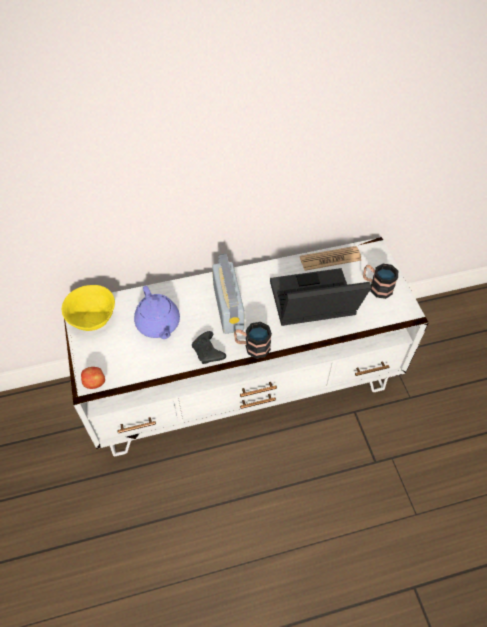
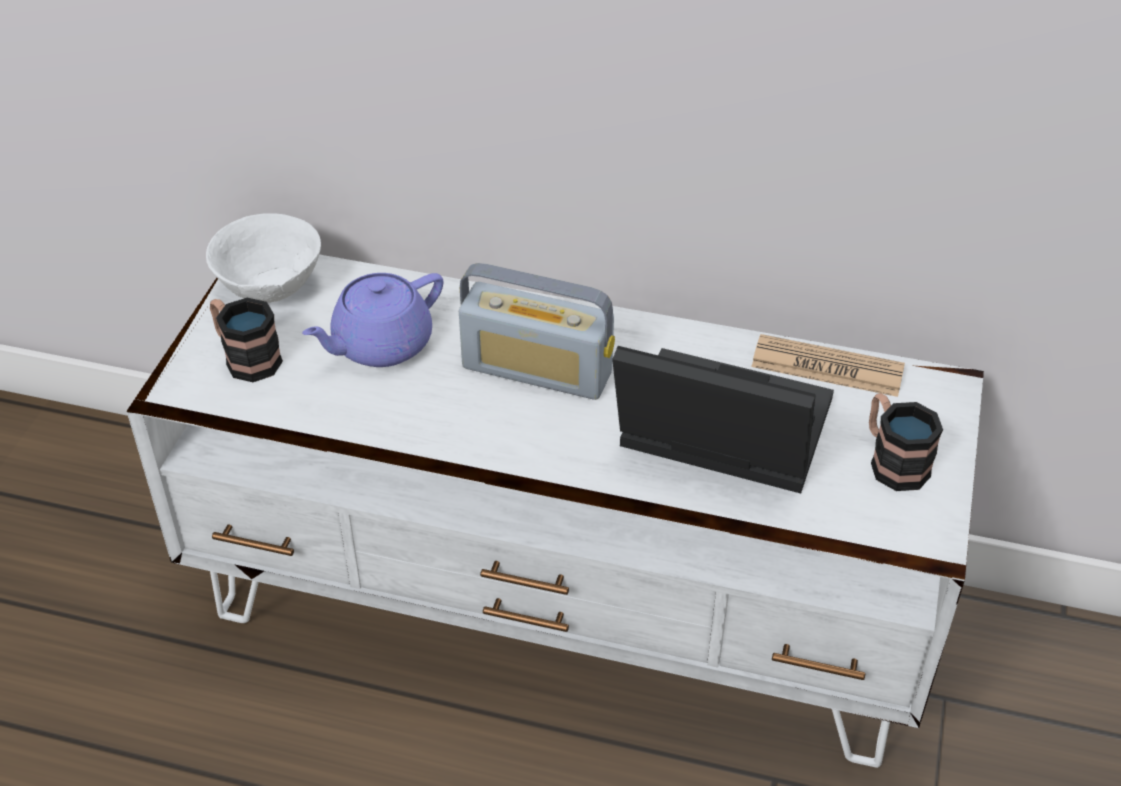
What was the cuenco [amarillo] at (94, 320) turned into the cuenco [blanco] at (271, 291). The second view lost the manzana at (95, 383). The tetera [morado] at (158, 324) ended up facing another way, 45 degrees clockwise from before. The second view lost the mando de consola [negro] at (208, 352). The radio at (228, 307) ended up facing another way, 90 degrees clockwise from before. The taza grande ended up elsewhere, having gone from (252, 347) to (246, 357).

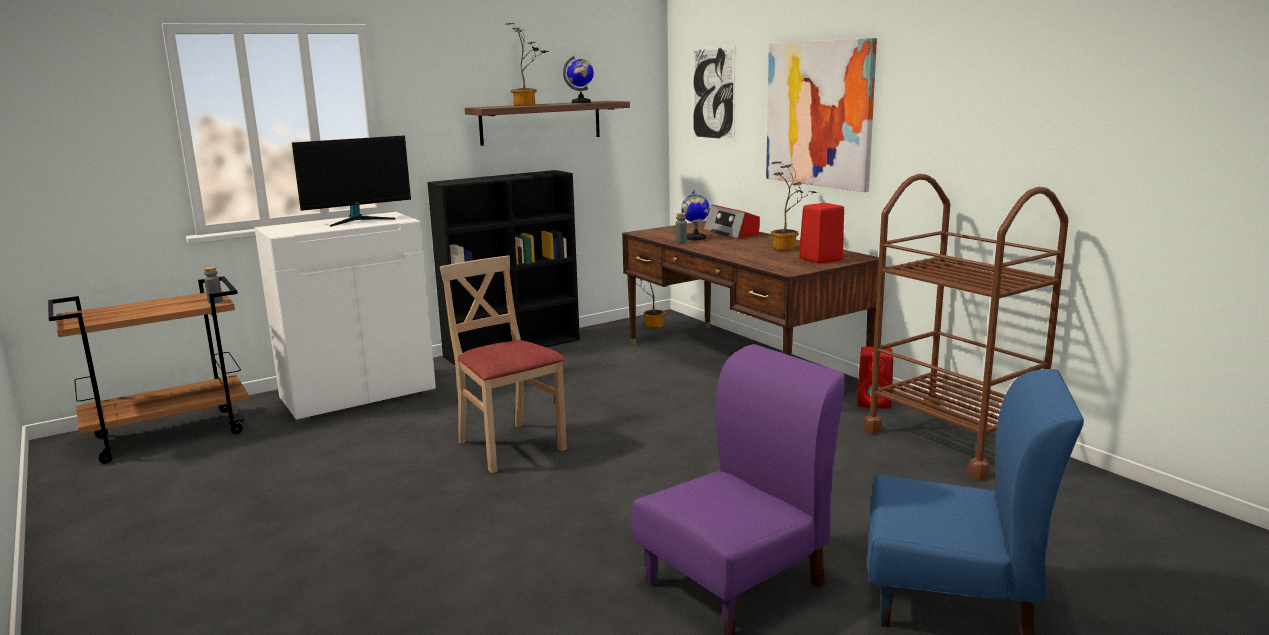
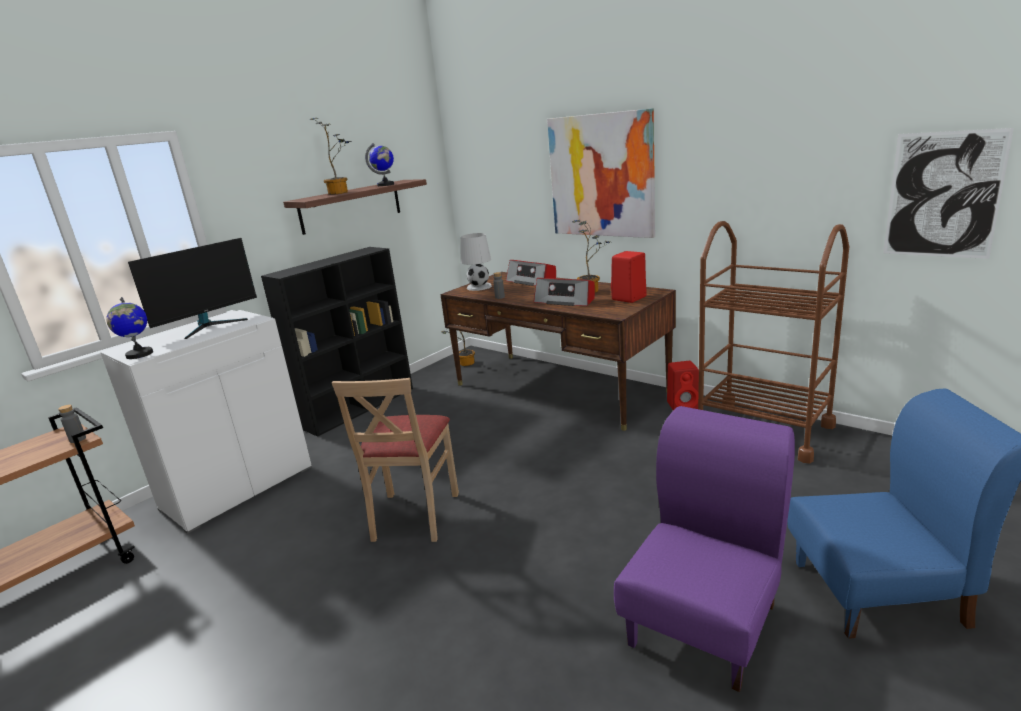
The silla [beis] at (509, 446) ended up facing another way, 120 degrees counterclockwise from before. The globo terráqueo ended up elsewhere, having gone from (695, 238) to (139, 354). The cuadro ended up elsewhere, having gone from (712, 93) to (943, 195). The second view gained the lámpara de mesa [blanco] at (479, 287). The second view gained the radio at (565, 300).

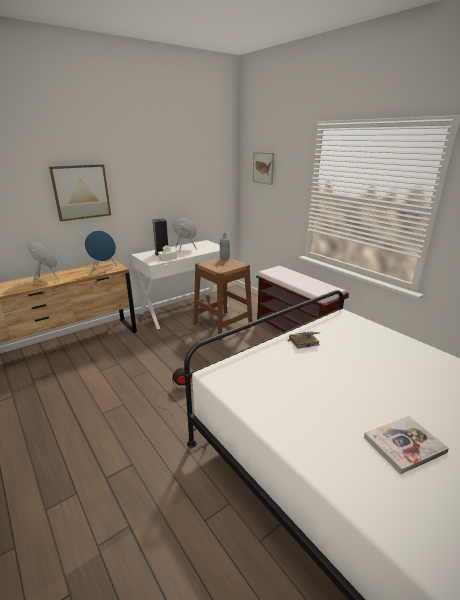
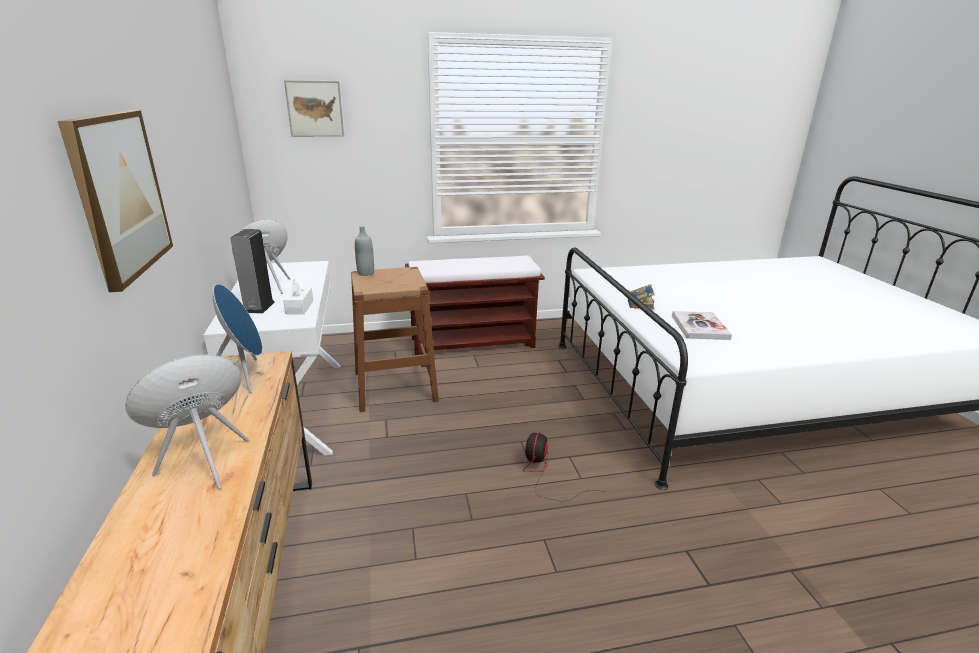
The libro ended up elsewhere, having gone from (404, 445) to (699, 327).

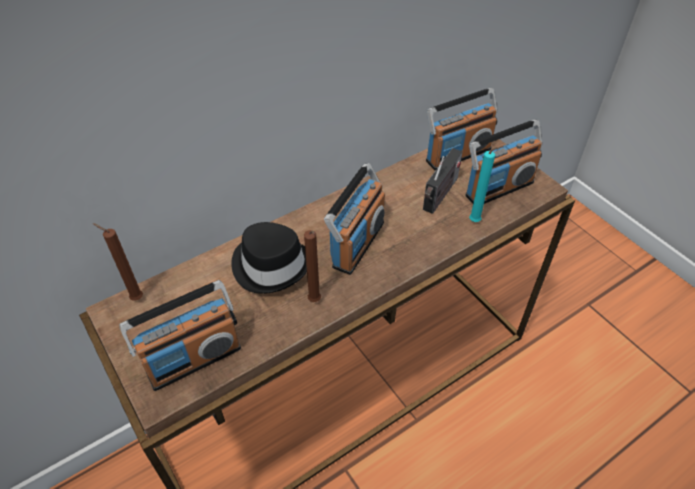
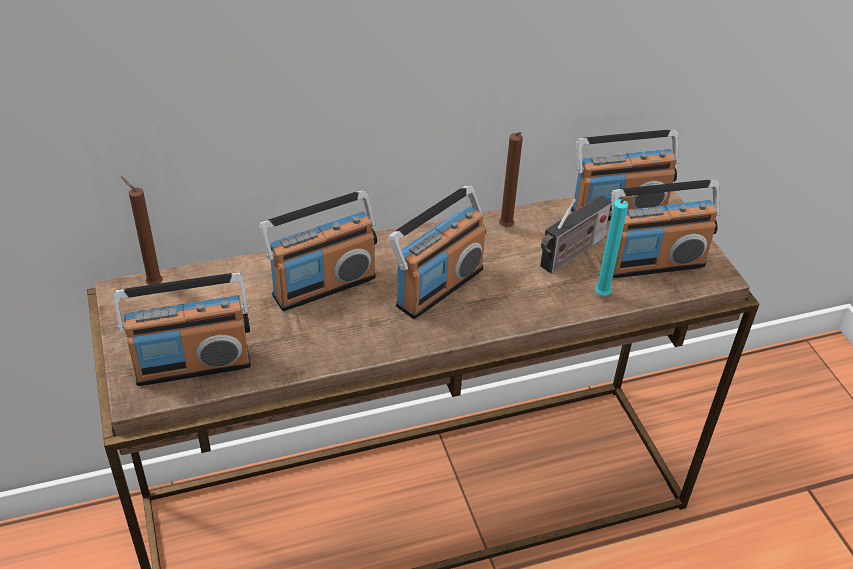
Where the sombrero [negro] stood at (271, 265), the radio came to stand at (323, 285). The vela [marrón] ended up elsewhere, having gone from (315, 302) to (506, 228).

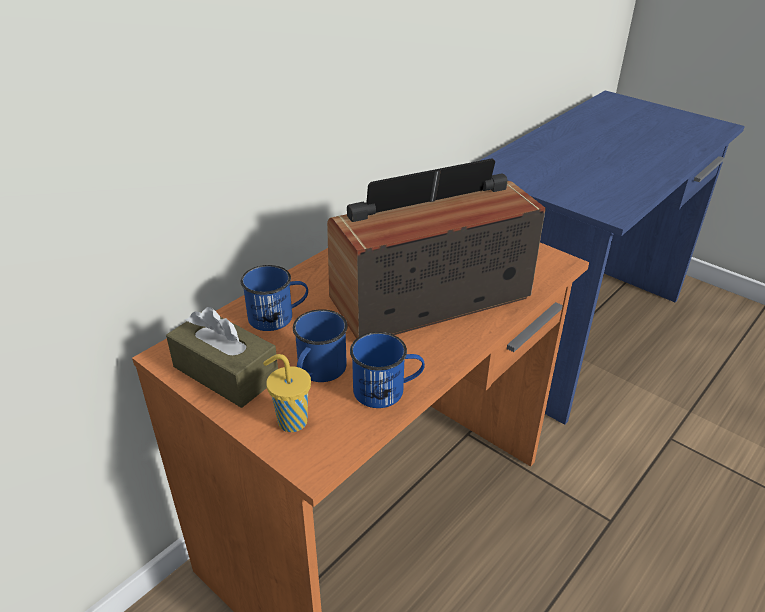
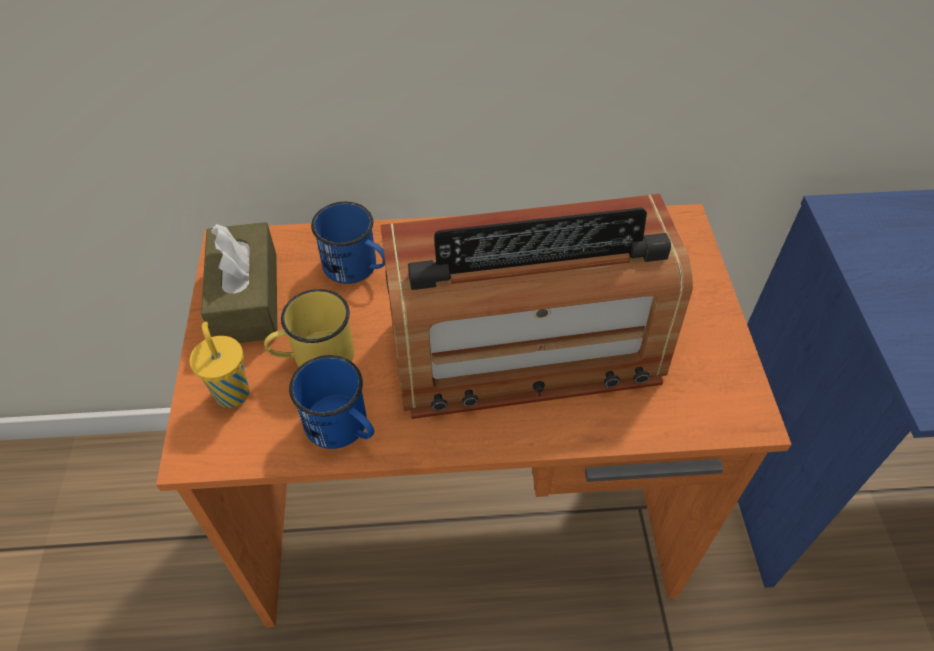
What was the taza grande [azul] at (318, 372) turned into the taza grande [amarillo] at (314, 357). The radio at (429, 297) ended up facing another way, 150 degrees clockwise from before.

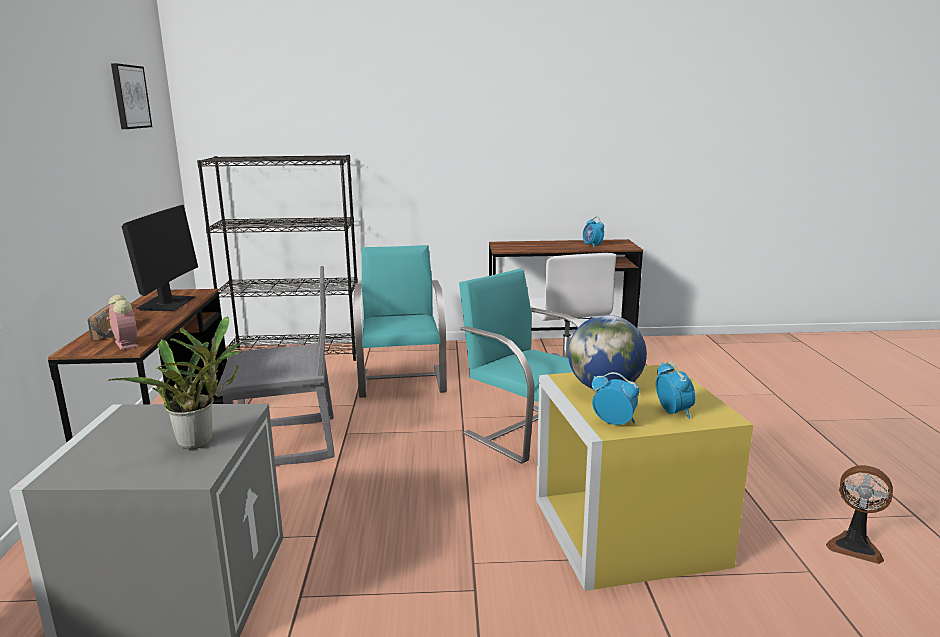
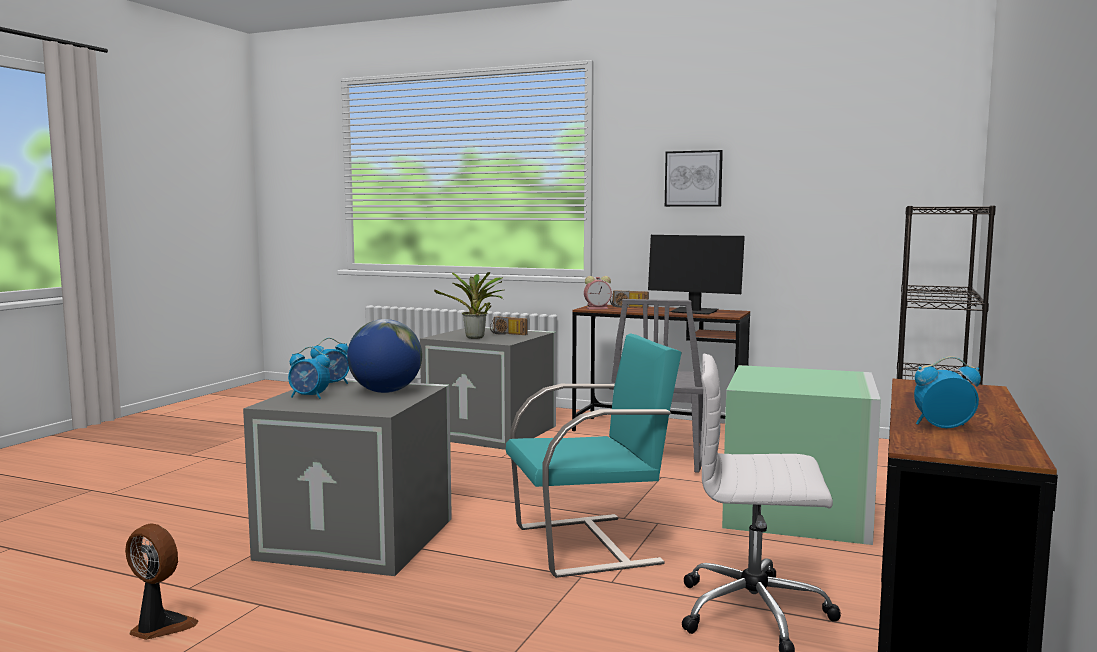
The cuadro ended up elsewhere, having gone from (130, 97) to (693, 178). Where the silla [turquesa] stood at (402, 381), the caja de almacenaje [verde] came to stand at (799, 513). What was the caja de almacenaje [amarillo] at (624, 530) turned into the caja de almacenaje [gris] at (360, 537). The ventilador at (855, 546) ended up facing another way, 60 degrees clockwise from before. The second view gained the radio at (507, 334).

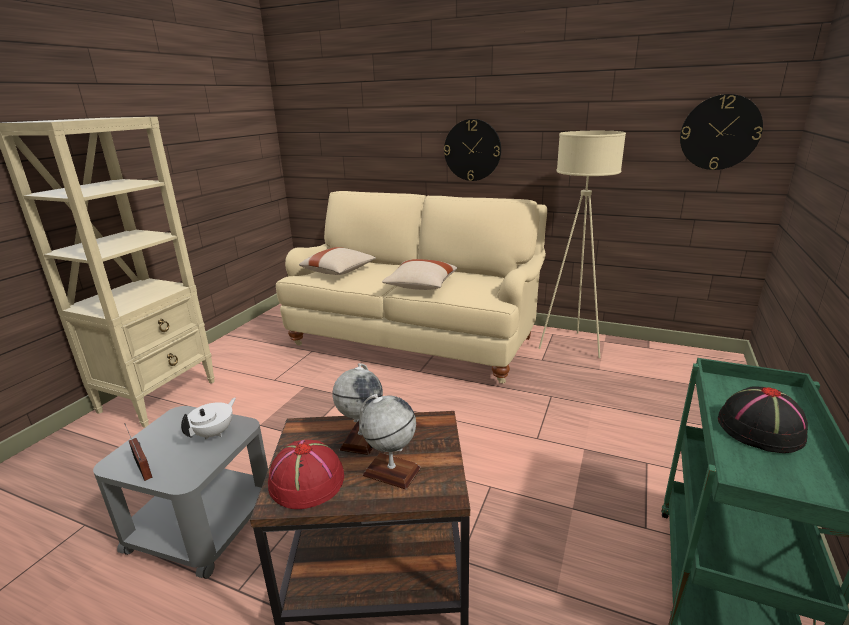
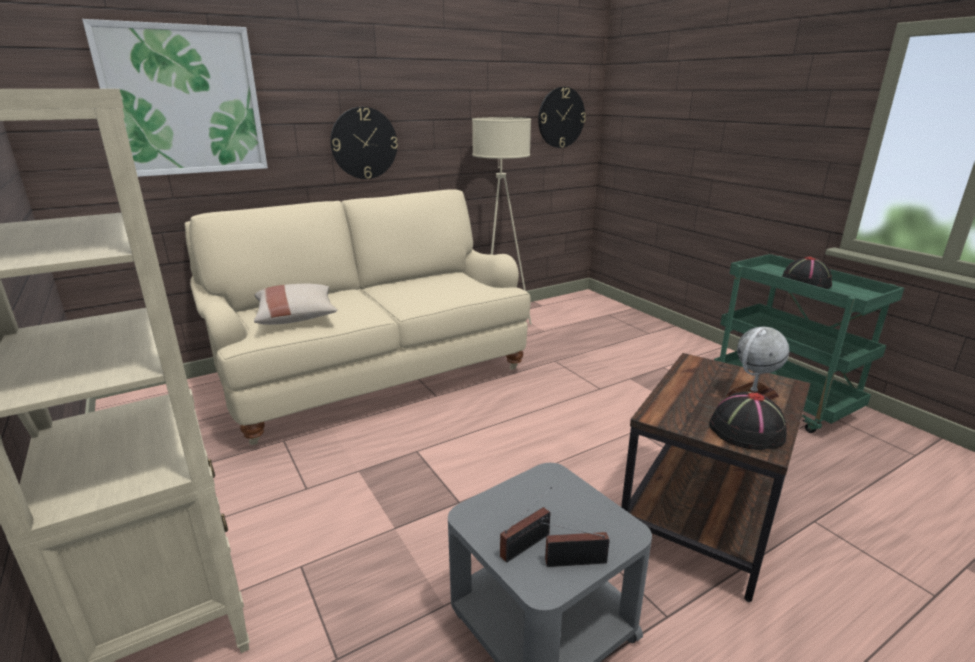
The second view lost the tetera [blanco] at (214, 433). What was the sombrero [rojo] at (306, 481) turned into the sombrero [negro] at (746, 431). The second view lost the globo terráqueo at (362, 438). The second view lost the cojín [beis] at (420, 286). The second view gained the cuadro at (184, 101). The second view gained the radio at (528, 544).

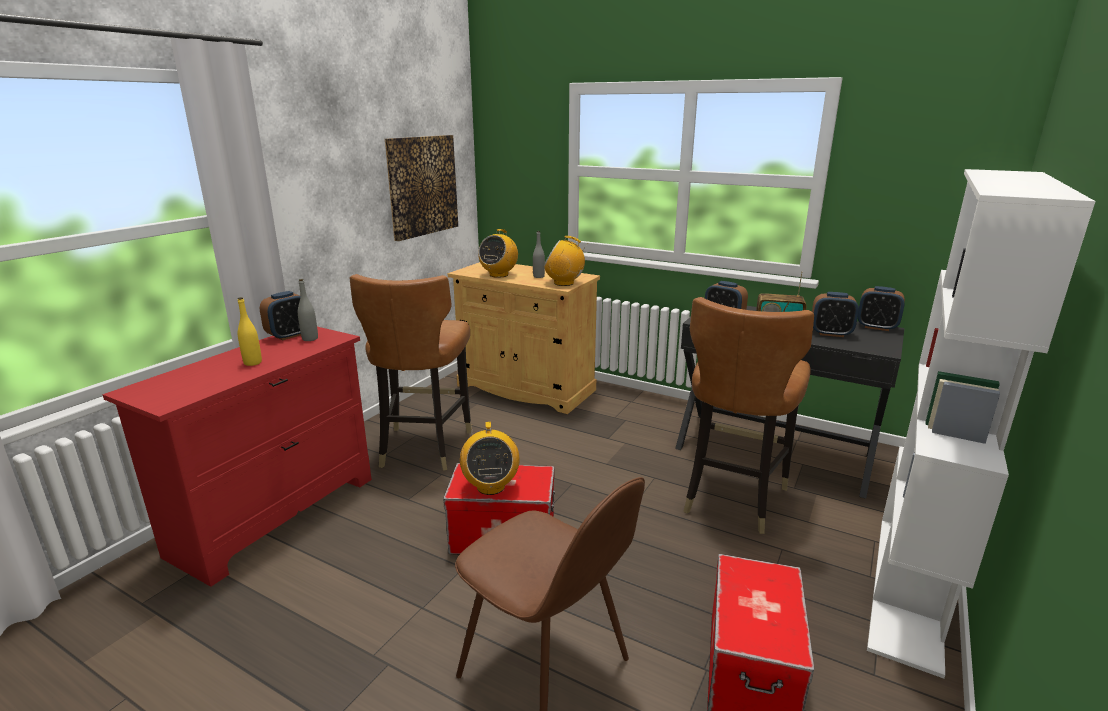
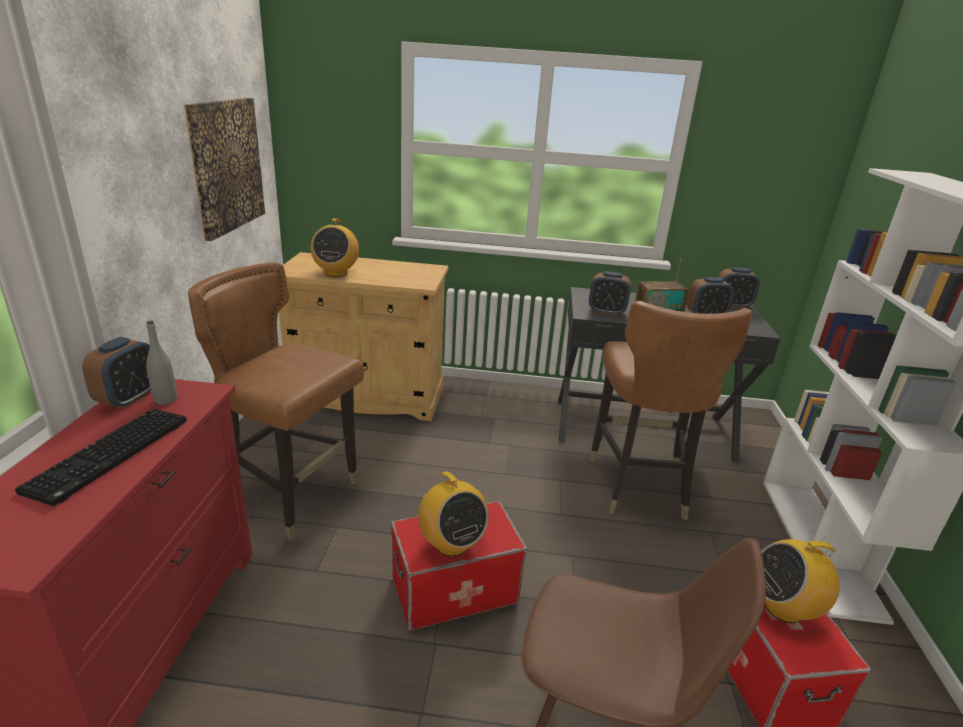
Where the botella [amarillo] stood at (253, 363), the teclado came to stand at (110, 456). The silla [marrón] at (423, 447) ended up facing another way, 135 degrees clockwise from before. The second view lost the botella [gris] at (538, 276). The radio ended up elsewhere, having gone from (564, 283) to (784, 608).

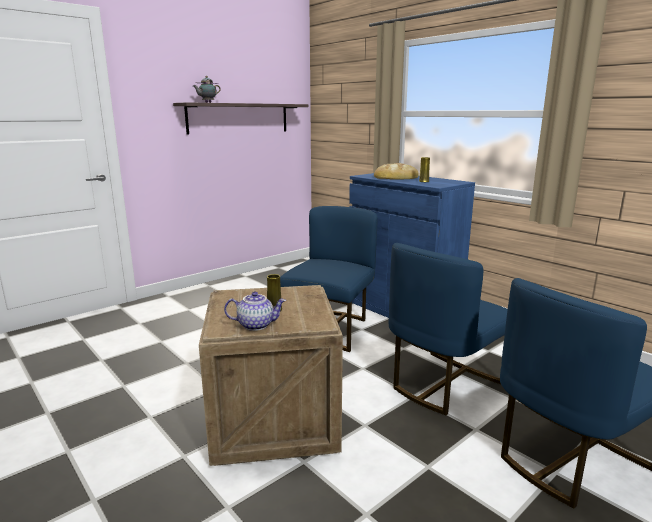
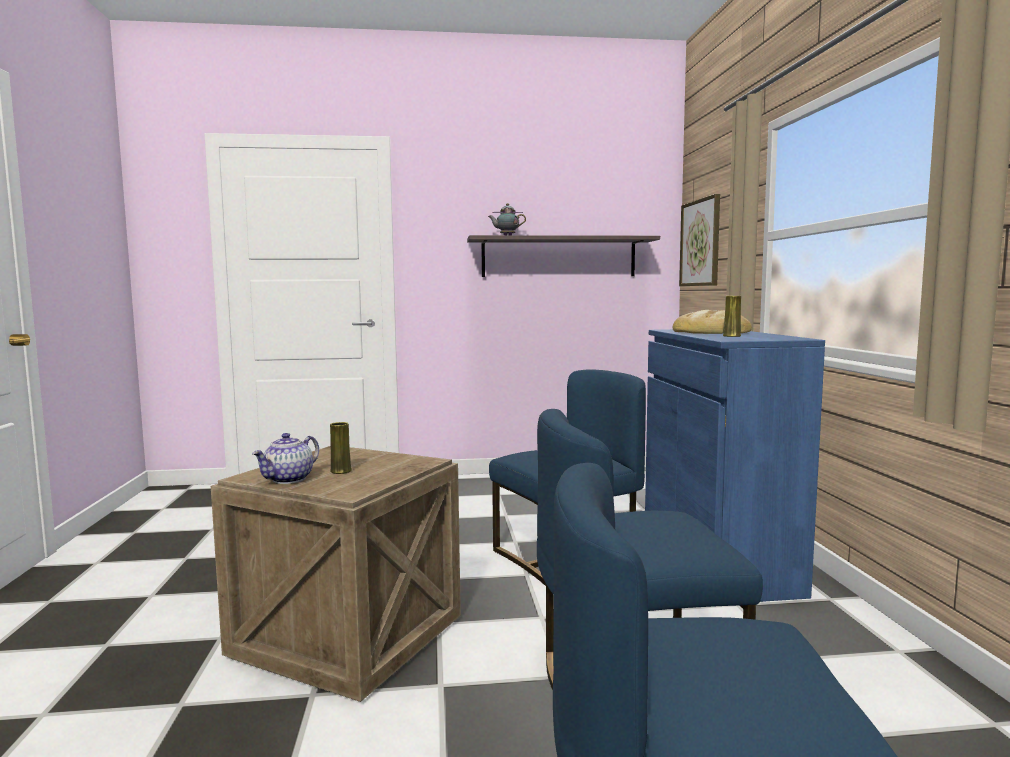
The tetera at (256, 325) ended up facing another way, 90 degrees clockwise from before. The second view gained the cuadro at (700, 243).

